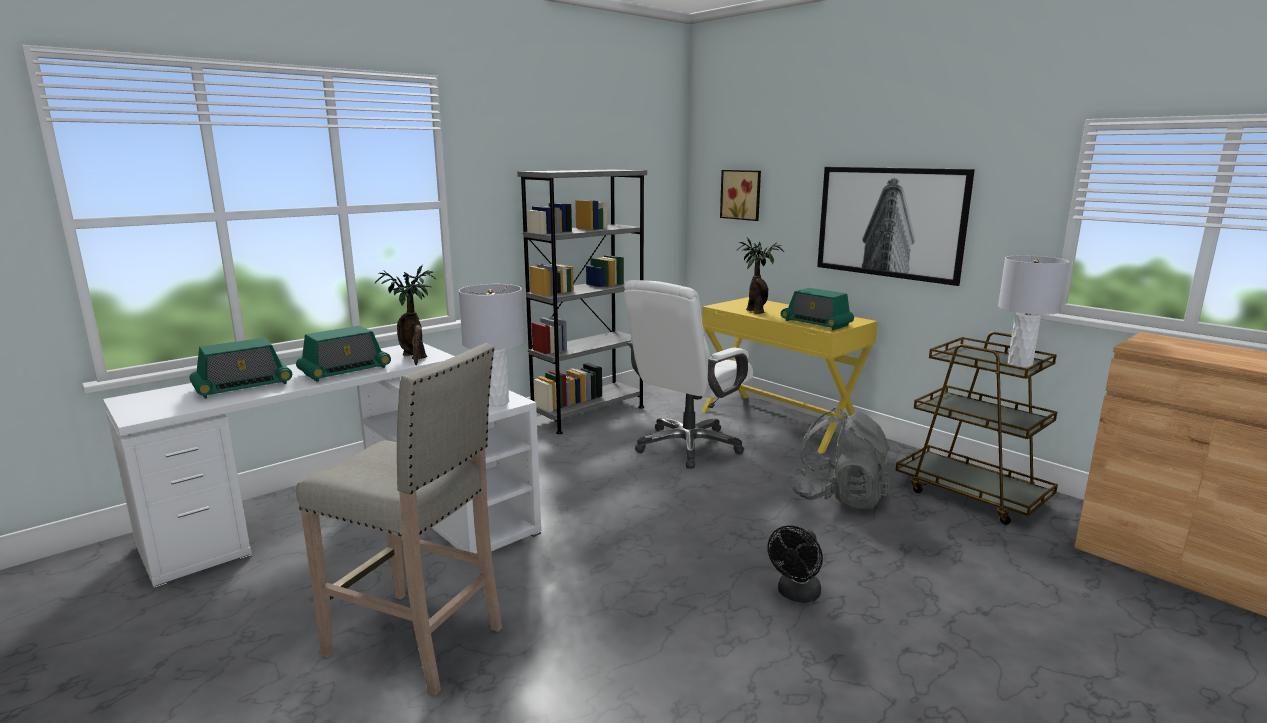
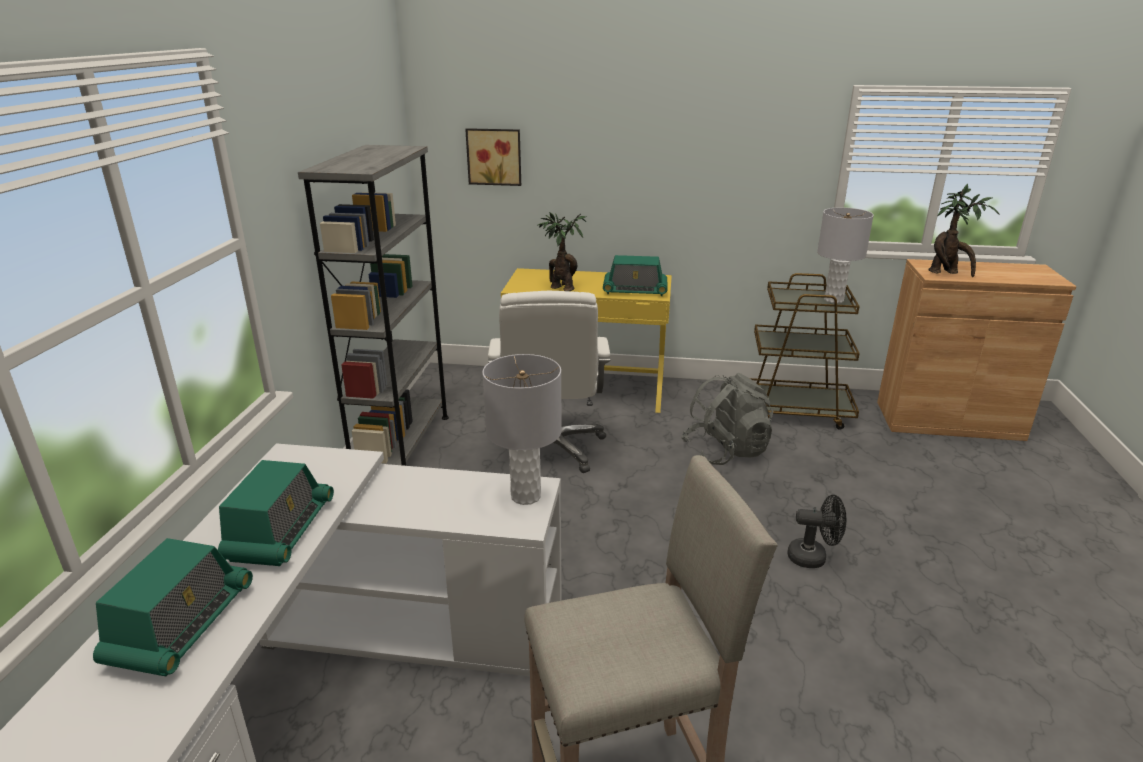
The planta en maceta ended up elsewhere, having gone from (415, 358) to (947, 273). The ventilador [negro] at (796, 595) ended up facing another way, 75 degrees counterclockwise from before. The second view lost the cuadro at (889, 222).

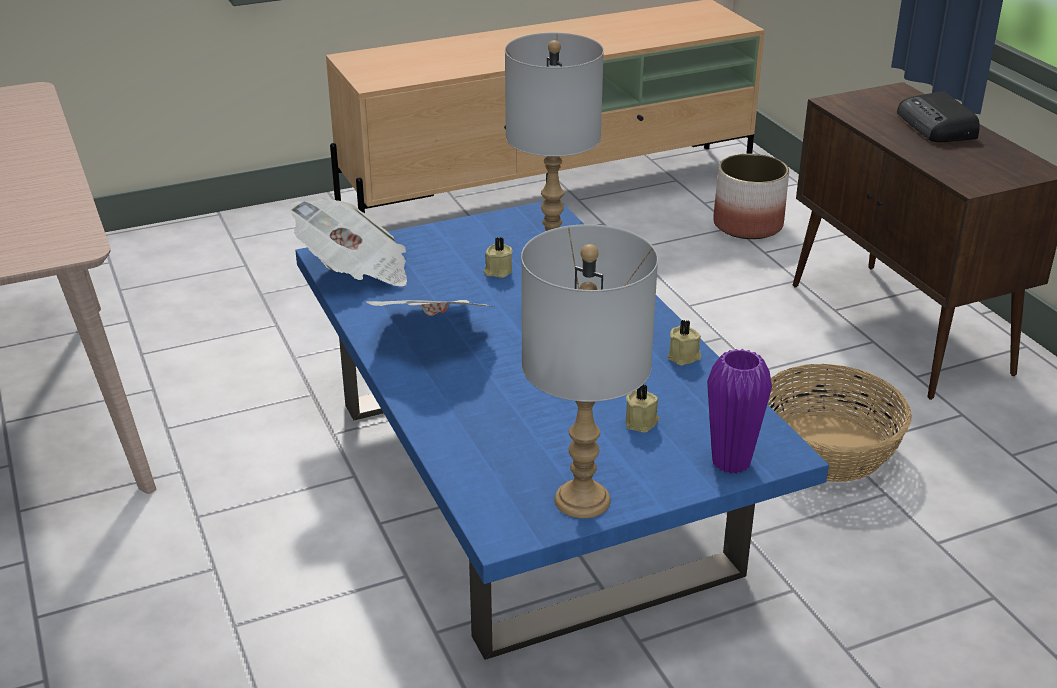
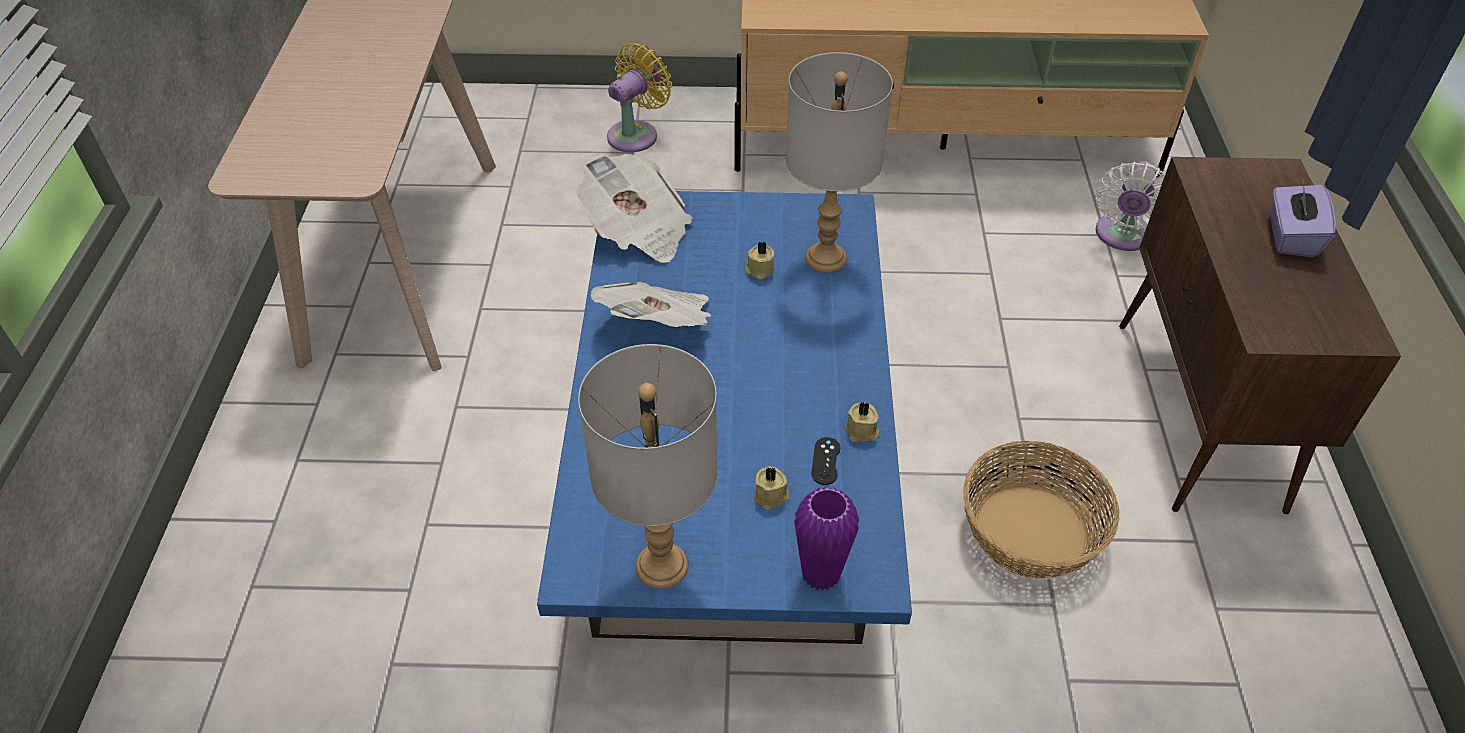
Where the maceta stood at (748, 225), the ventilador [blanco] came to stand at (1121, 237). Where the radio stood at (937, 126), the caja de pañuelos [morado] came to stand at (1290, 236). The second view gained the ventilador [amarillo] at (636, 134). The second view gained the mando de consola [negro] at (825, 461).

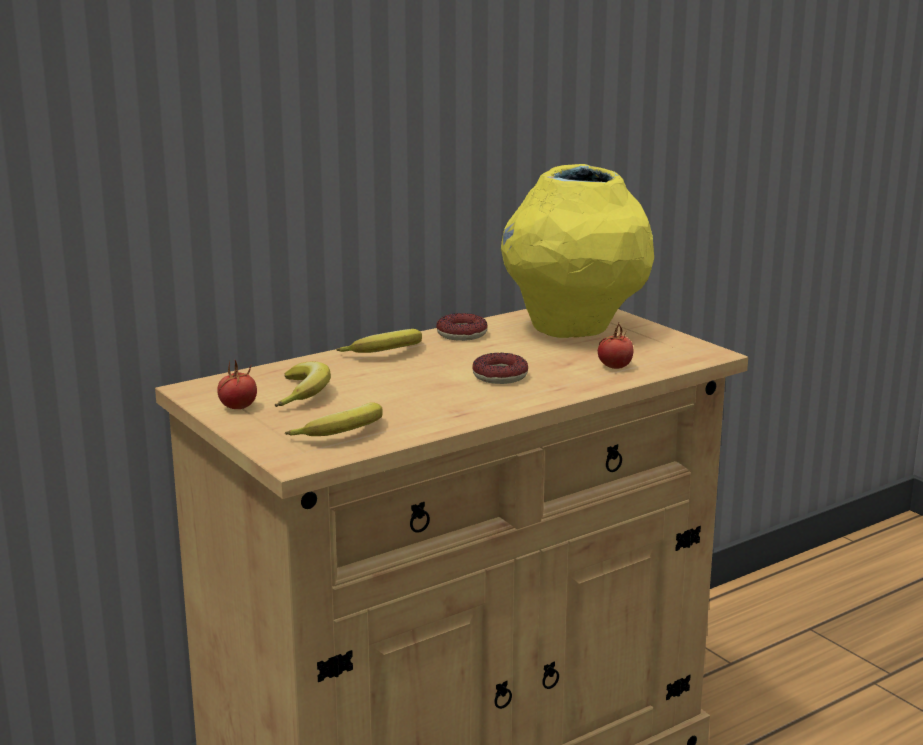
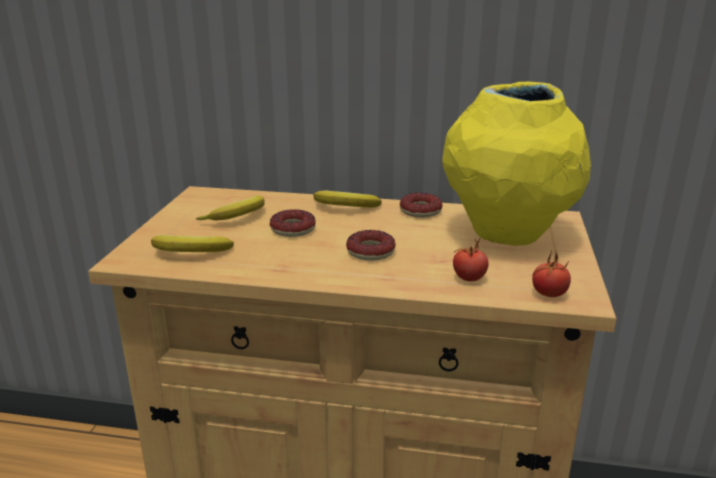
The tomate ended up elsewhere, having gone from (238, 407) to (548, 294). The second view gained the rosquilla at (292, 229).

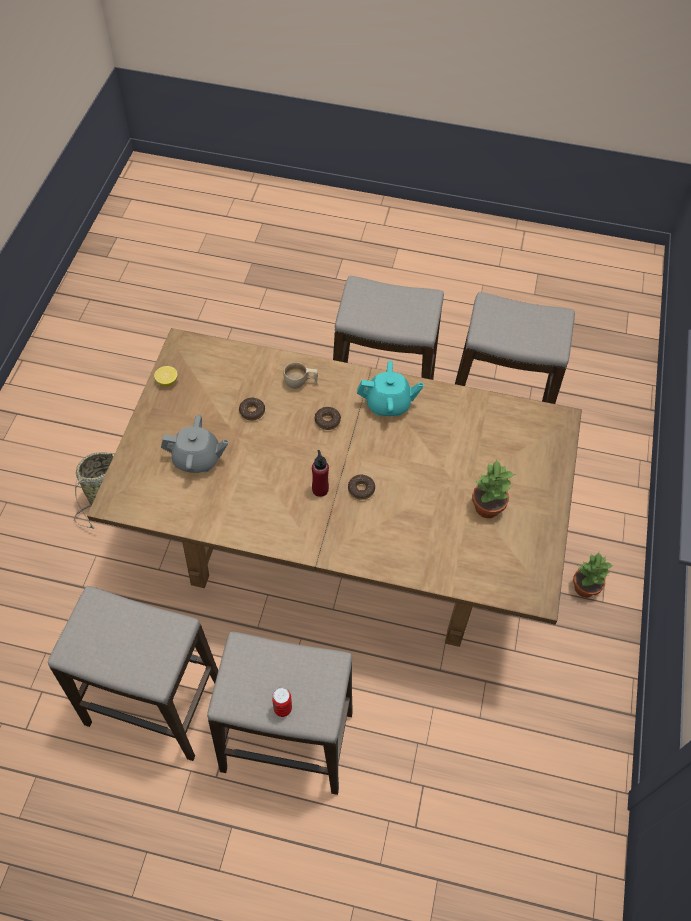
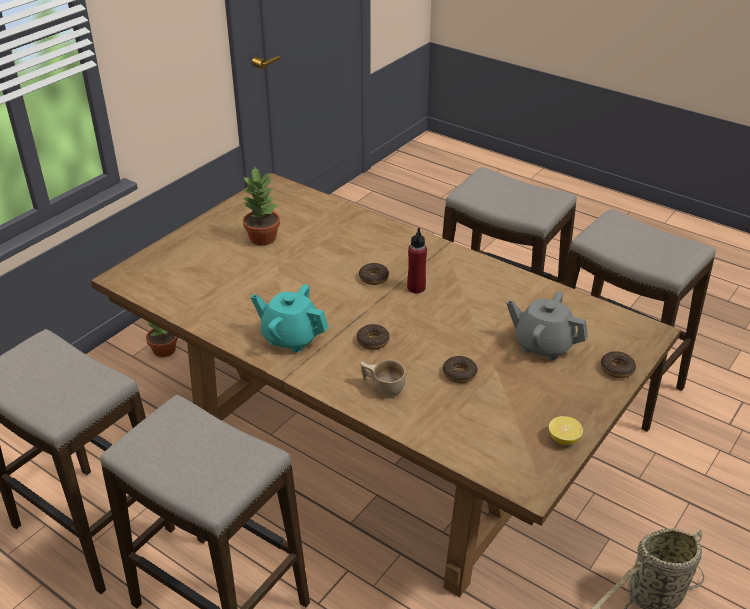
The second view lost the lata at (282, 708). The second view gained the rosquilla at (617, 369).

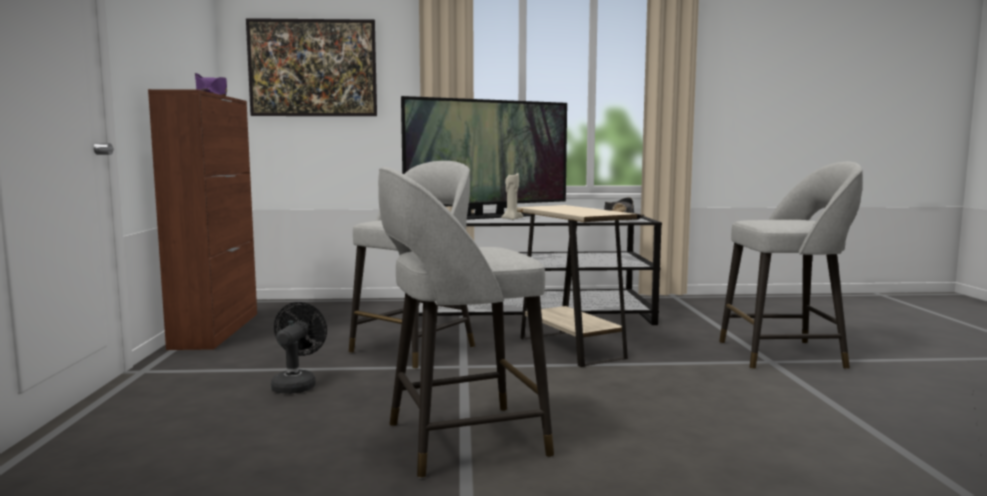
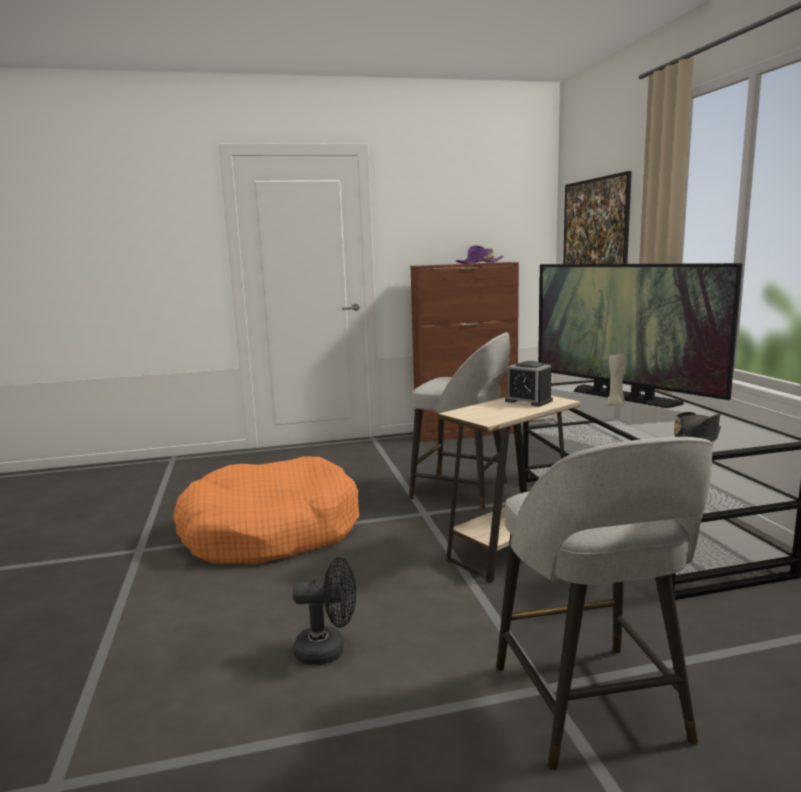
The ventilador [negro] ended up elsewhere, having gone from (296, 384) to (328, 650). Where the taburete [gris] stood at (461, 440), the cama para perro [naranja] came to stand at (270, 532). The second view gained the despertador at (528, 401).

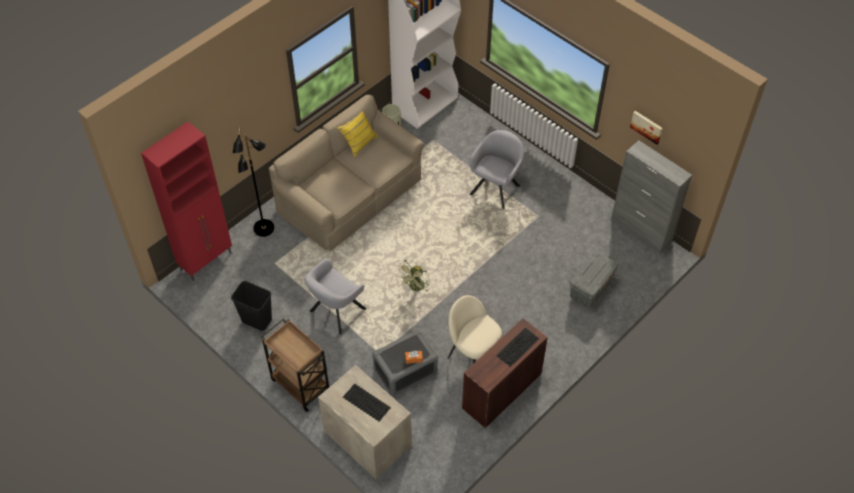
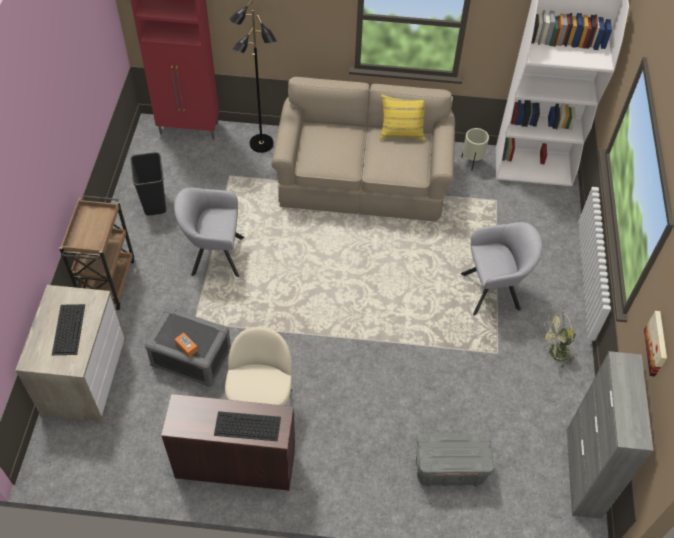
The ventilador [verde] ended up elsewhere, having gone from (415, 288) to (554, 353).

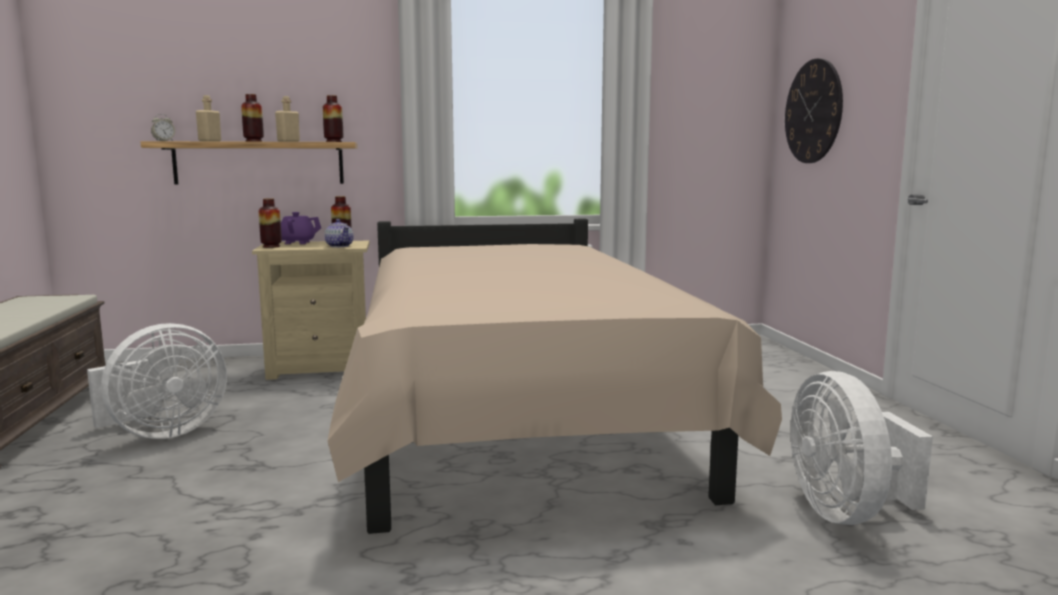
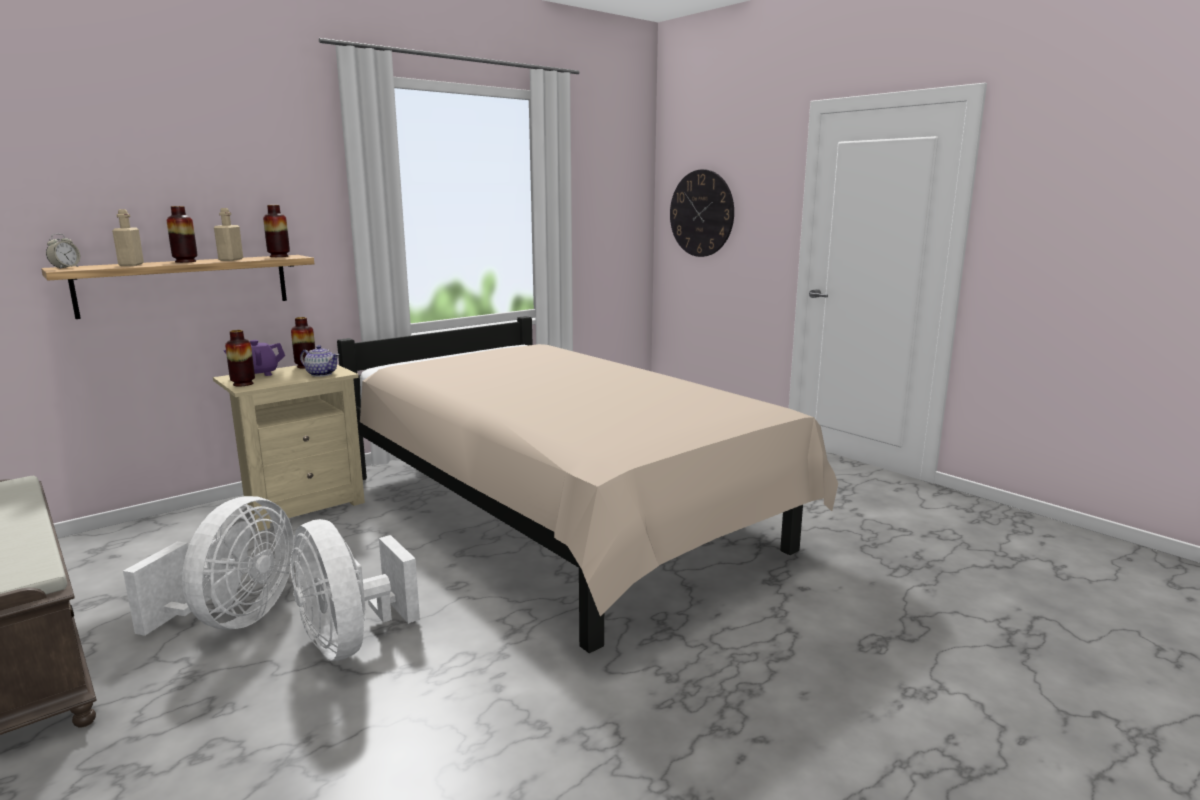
The ventilador [blanco] ended up elsewhere, having gone from (846, 512) to (350, 641).

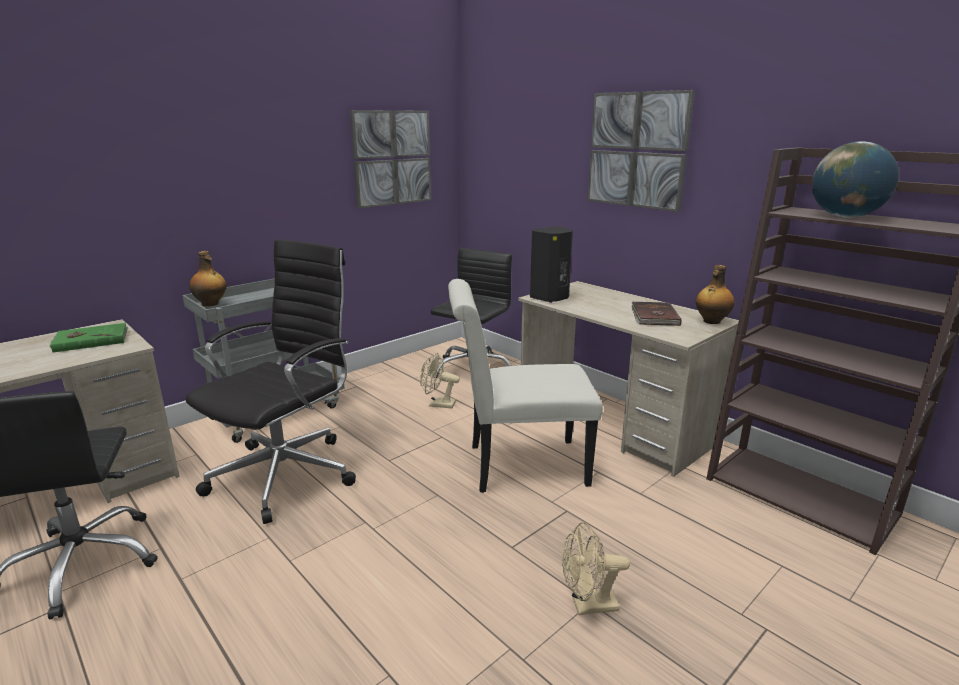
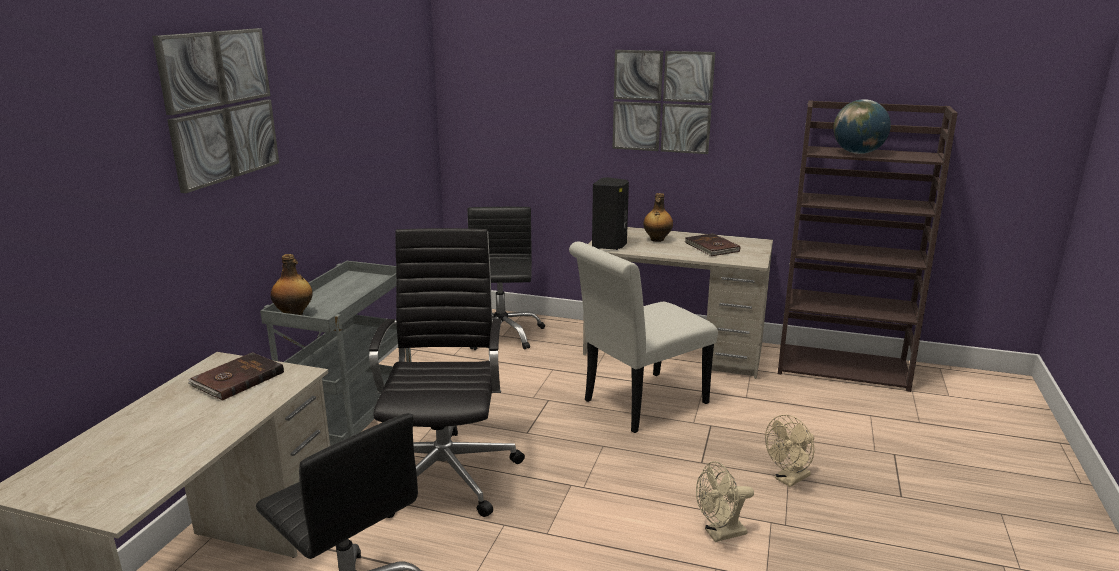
What was the libro [verde] at (91, 340) turned into the libro [marrón] at (237, 379). The cuadro ended up elsewhere, having gone from (392, 158) to (220, 106). The ventilador [beis] ended up elsewhere, having gone from (437, 404) to (720, 534). The botella ended up elsewhere, having gone from (711, 321) to (657, 239).

